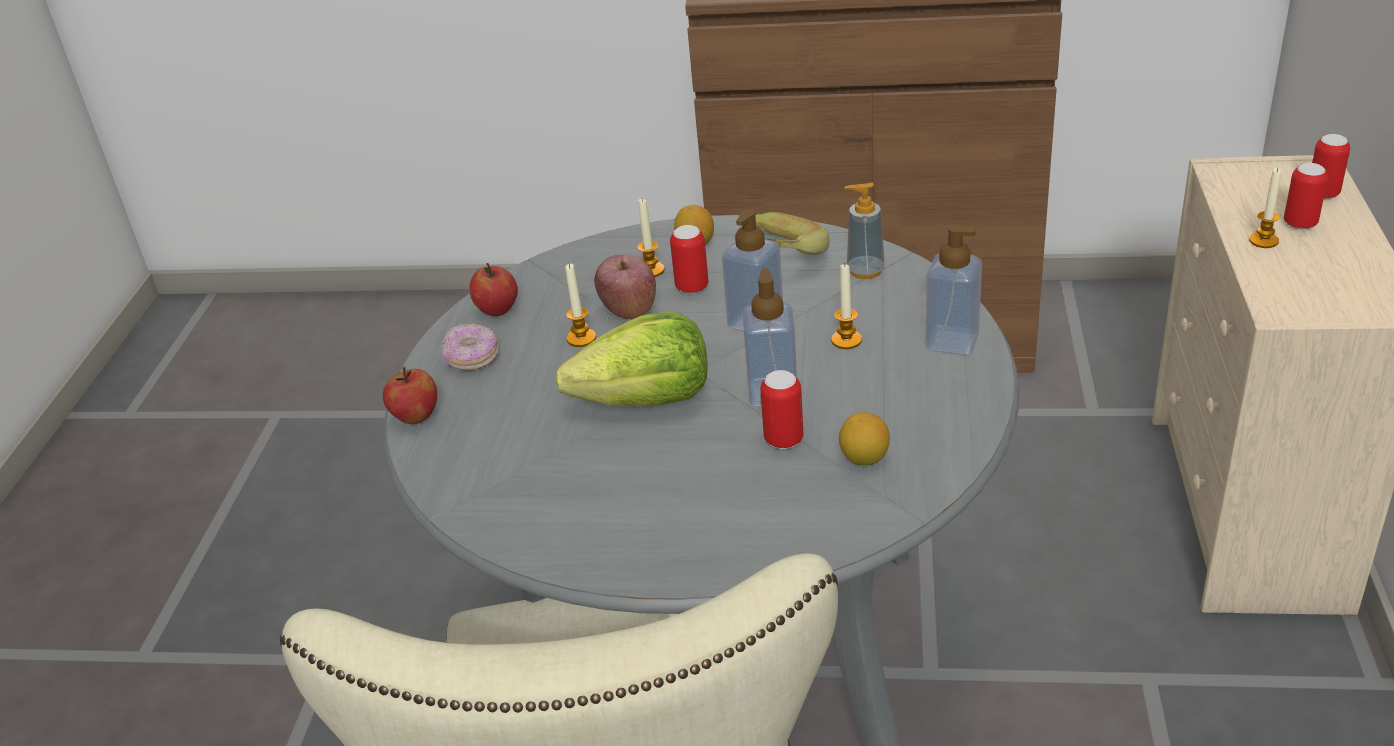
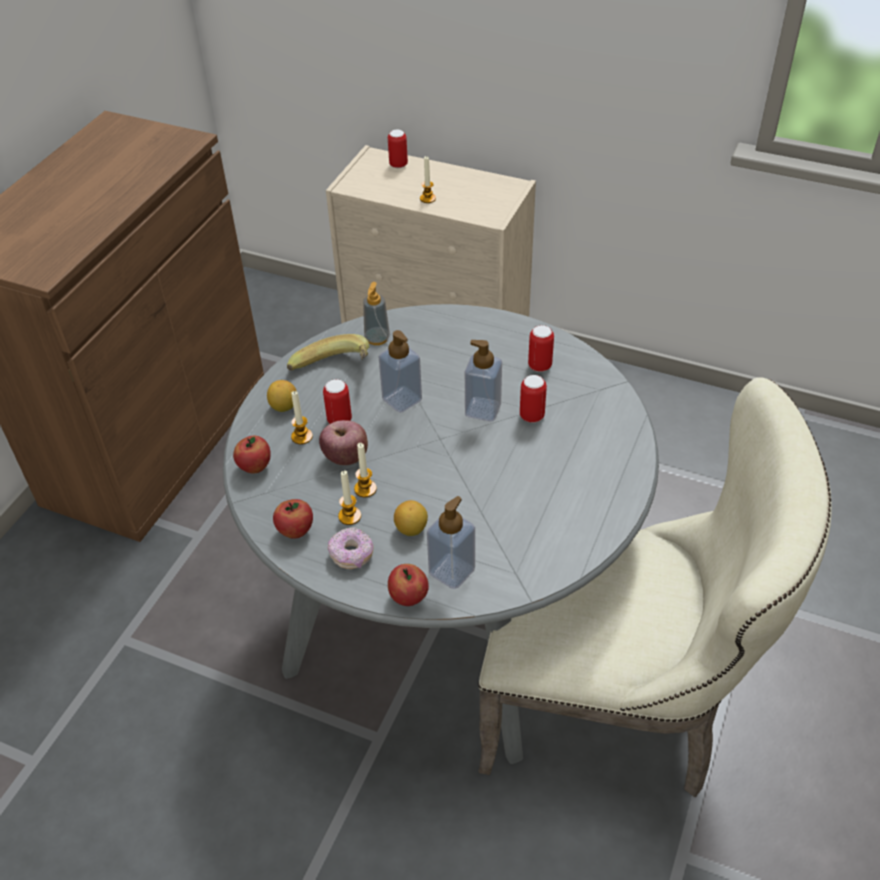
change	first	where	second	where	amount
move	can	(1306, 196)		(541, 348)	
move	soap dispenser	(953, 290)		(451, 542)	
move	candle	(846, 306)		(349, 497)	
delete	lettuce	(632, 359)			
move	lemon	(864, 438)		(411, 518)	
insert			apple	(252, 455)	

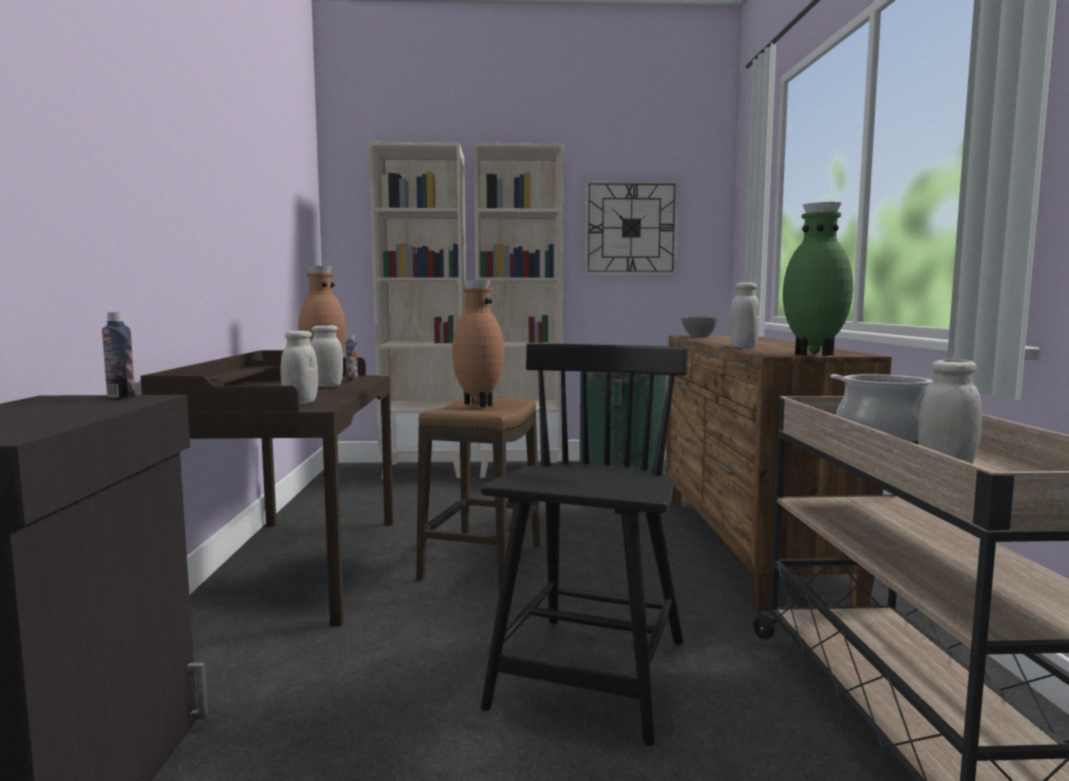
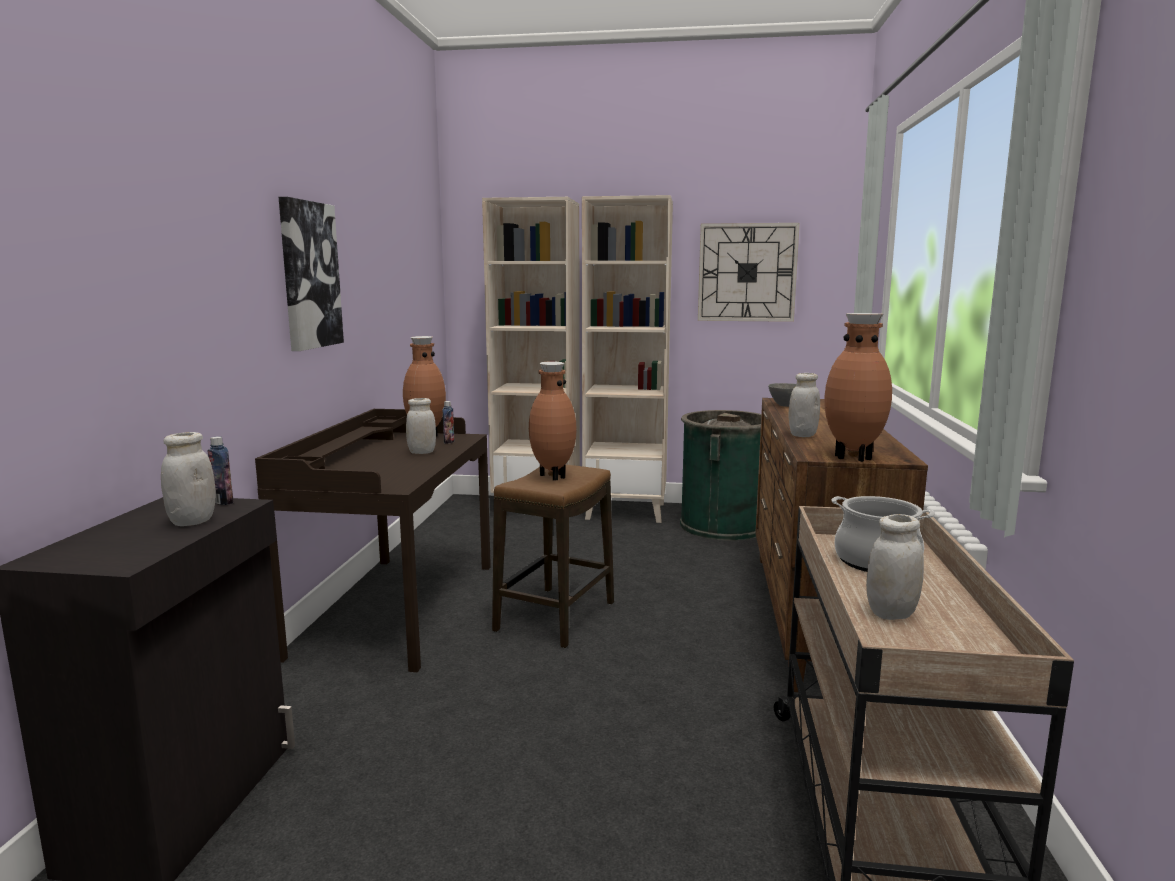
change	first	where	second	where	amount
recolor	green vase	(818, 279)	brown vase	(858, 387)	
move	white jar	(299, 367)		(188, 479)	
delete	black chair	(584, 544)			
insert			picture	(311, 274)	

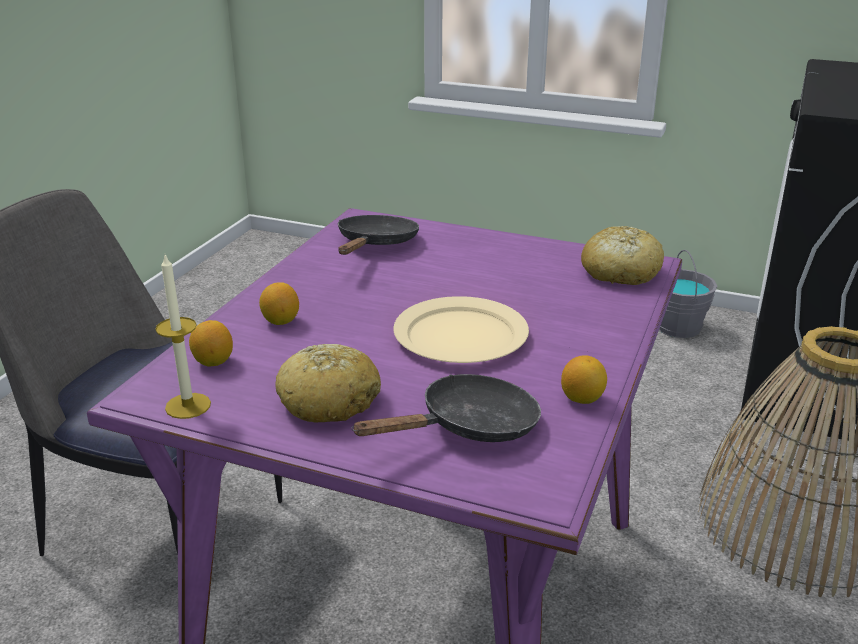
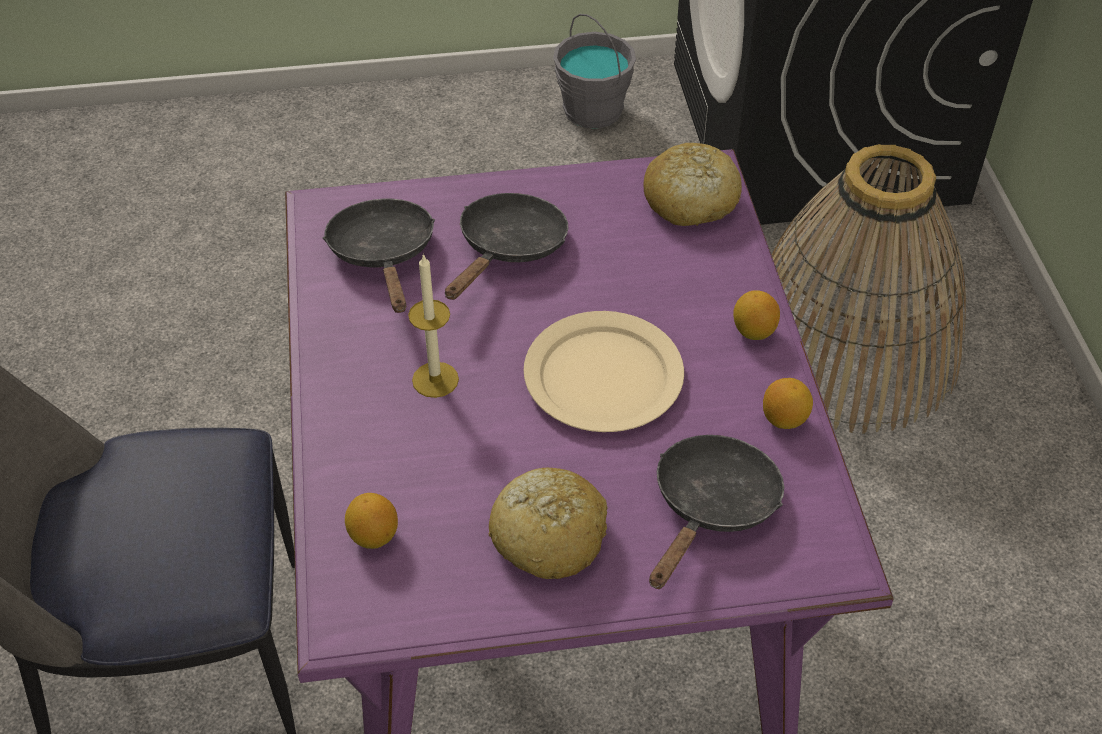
change	first	where	second	where	amount
move	candle	(183, 337)		(433, 325)	
move	lemon	(279, 303)		(756, 315)	
insert			black frying pan	(506, 246)	

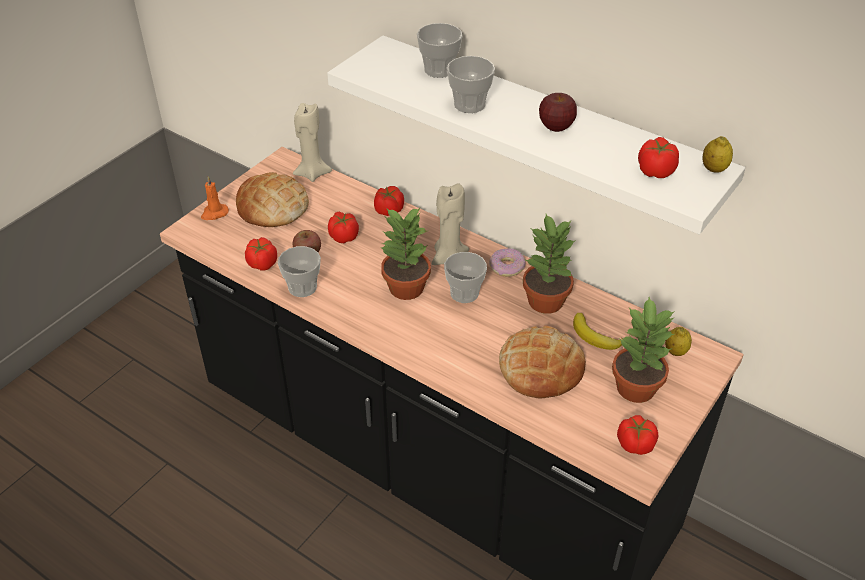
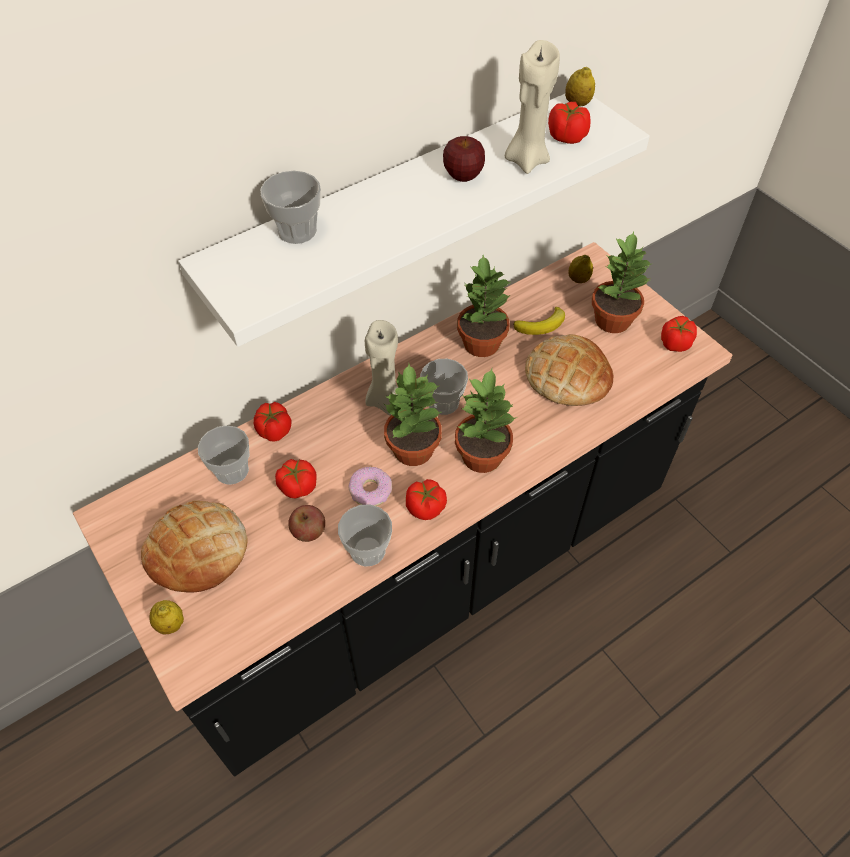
change	first	where	second	where	amount
move	cup	(471, 84)		(224, 455)	
move	beige candle	(312, 142)		(532, 107)	
replace	orange candle	(215, 198)	lemon	(167, 617)	
move	tomato	(261, 254)		(426, 499)	
move	donut	(507, 262)		(371, 486)	
insert			potted plant	(486, 421)	

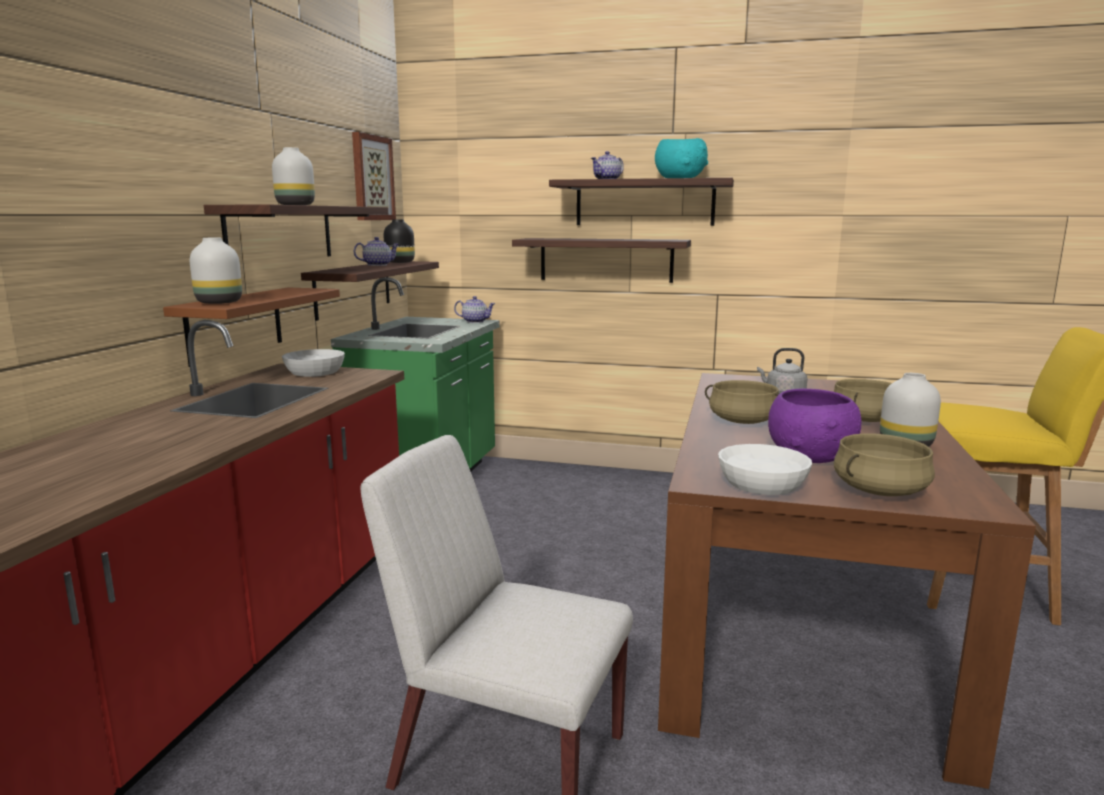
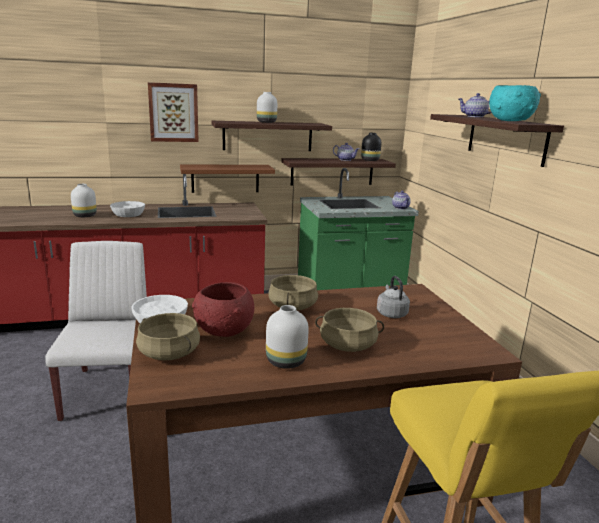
change	first	where	second	where	amount
move	picture	(374, 176)		(173, 112)	
move	white vase	(216, 271)		(84, 200)	
delete	shelf	(601, 260)			
move	white bowl	(313, 363)		(127, 209)	
recolor	purple bowl	(815, 426)	red bowl	(223, 309)	

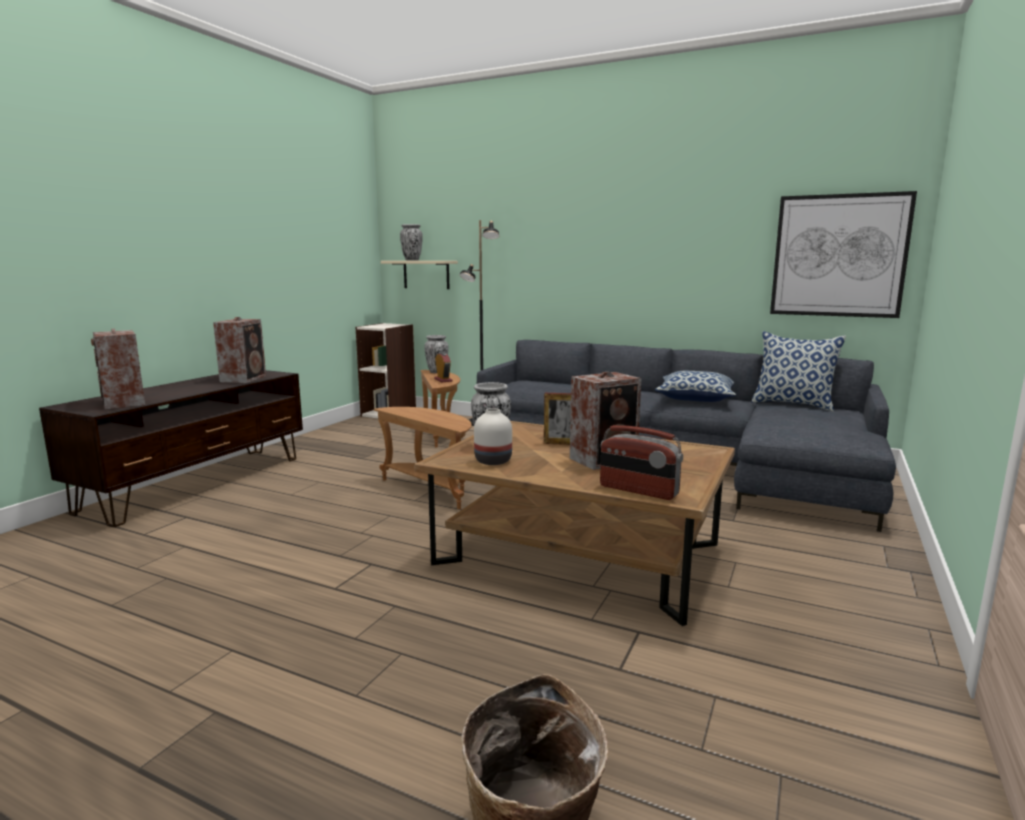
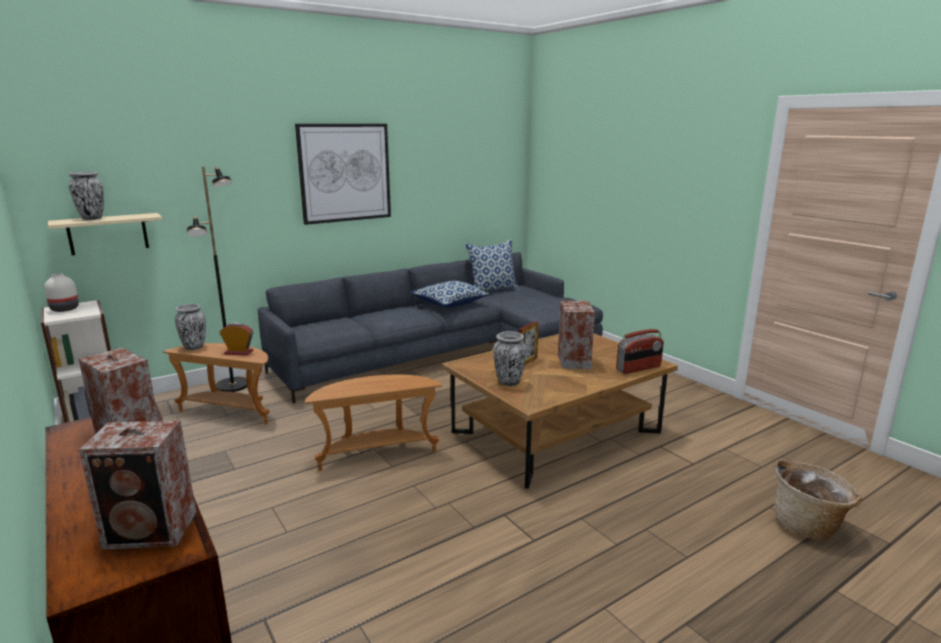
change	first	where	second	where	amount
move	picture	(843, 254)		(343, 174)	
move	white vase	(493, 436)		(61, 292)	

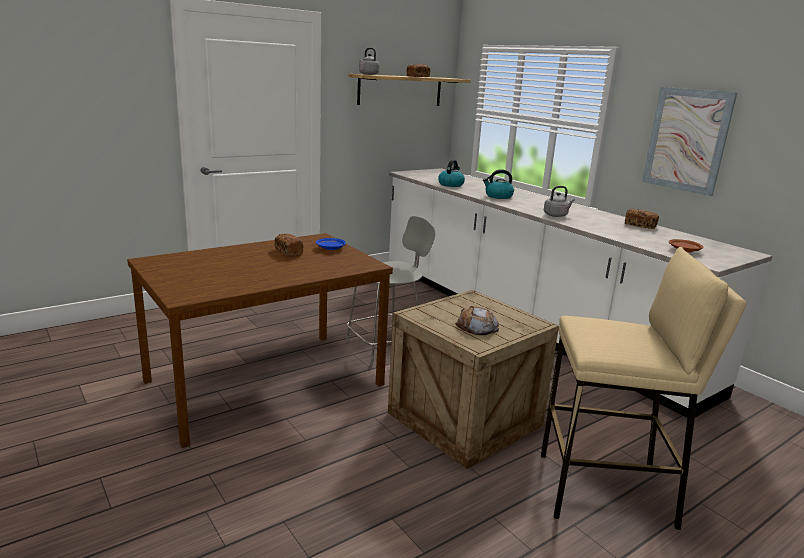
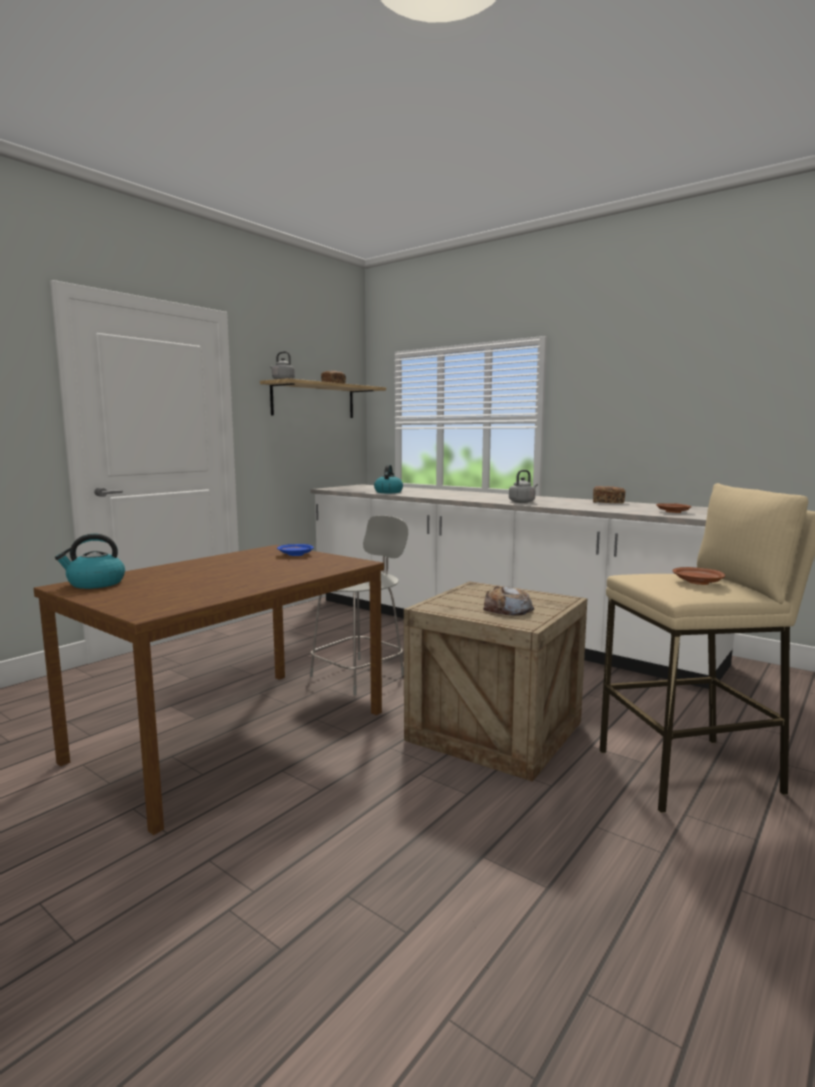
change	first	where	second	where	amount
delete	picture	(690, 141)			
move	kettle	(498, 184)		(90, 561)	
delete	bread	(289, 245)			
insert			brown plate	(698, 576)	

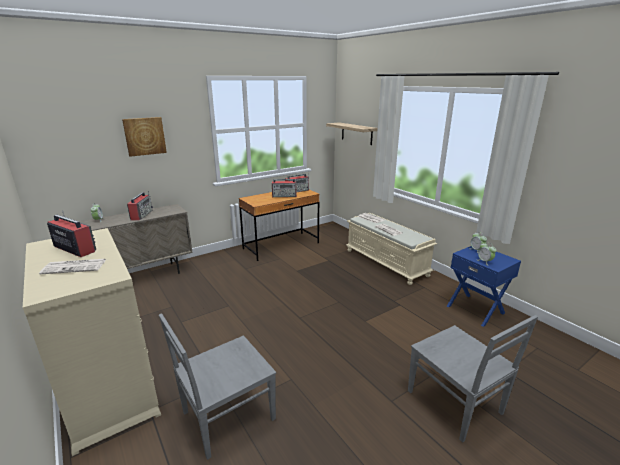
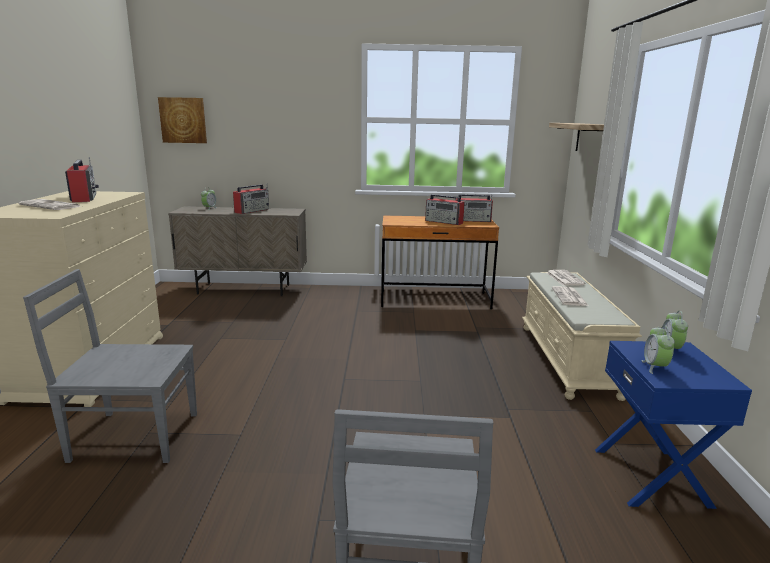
change	first	where	second	where	amount
move	picture	(144, 137)		(182, 120)	

